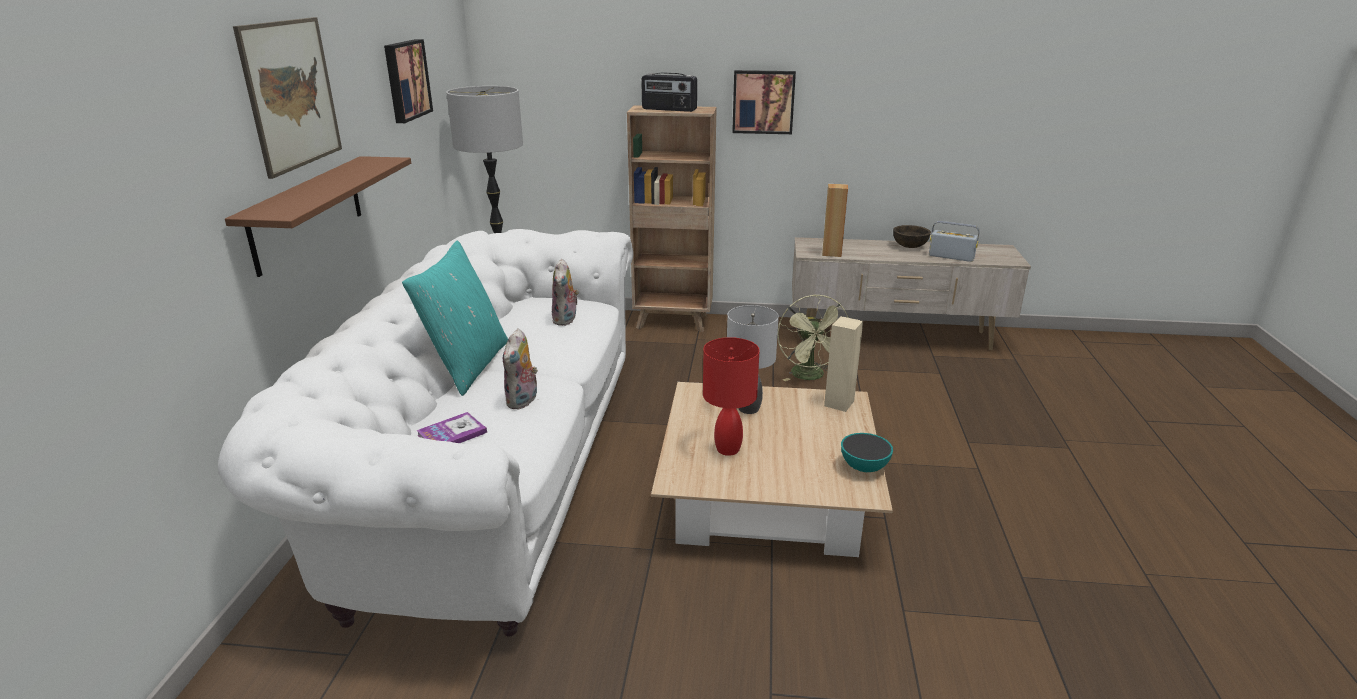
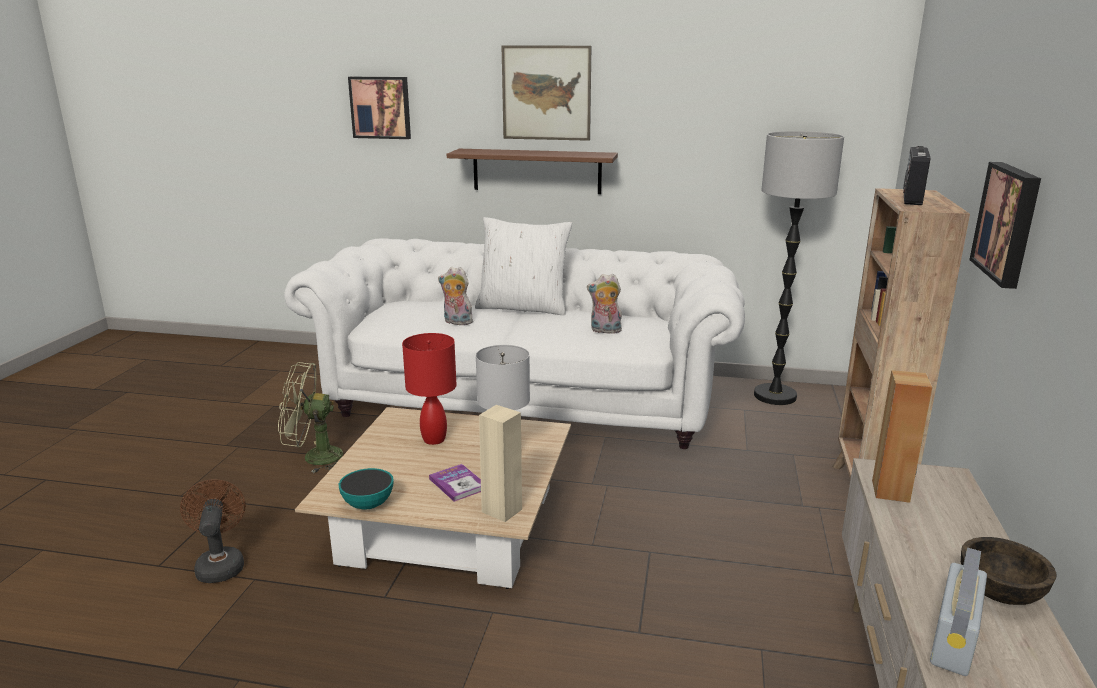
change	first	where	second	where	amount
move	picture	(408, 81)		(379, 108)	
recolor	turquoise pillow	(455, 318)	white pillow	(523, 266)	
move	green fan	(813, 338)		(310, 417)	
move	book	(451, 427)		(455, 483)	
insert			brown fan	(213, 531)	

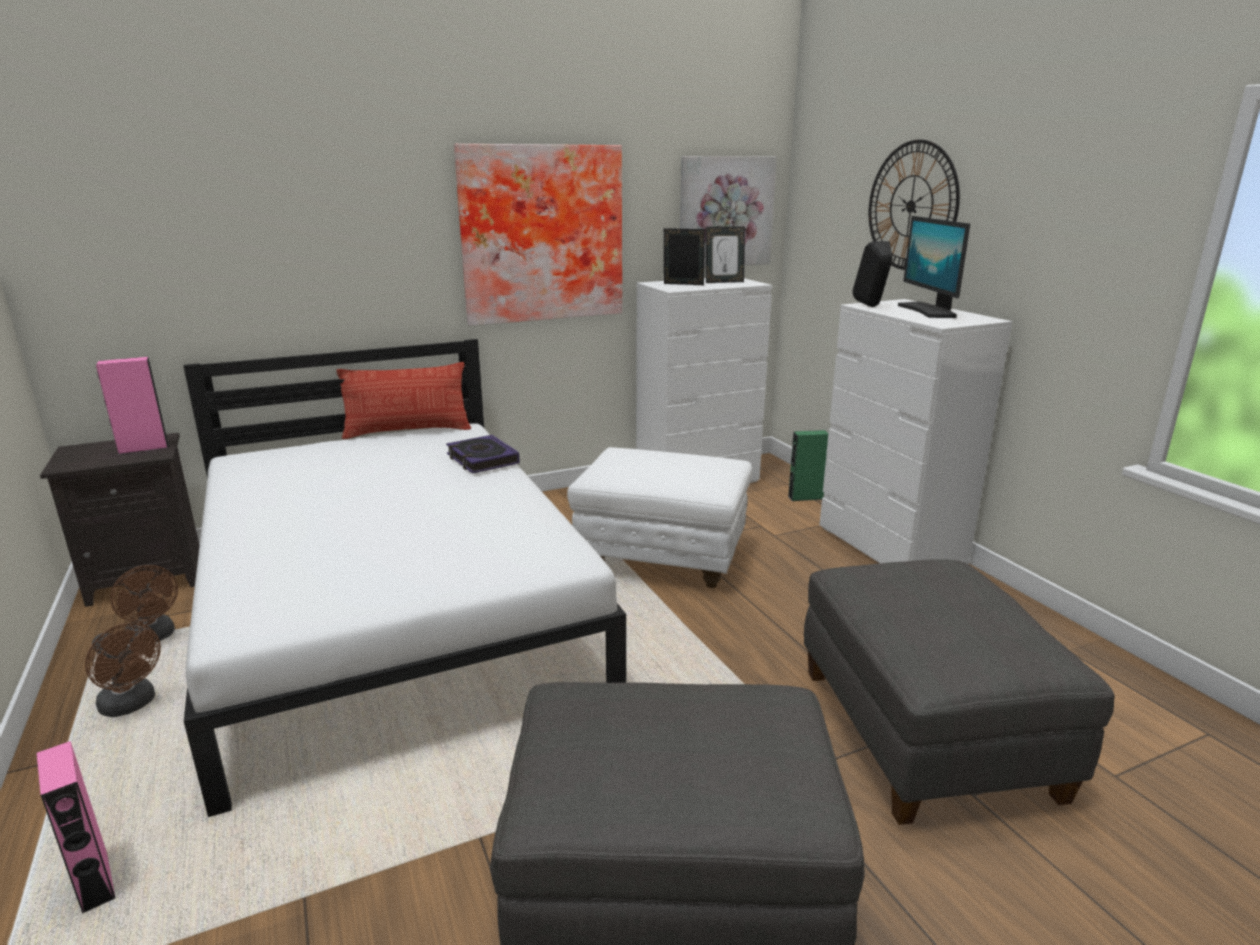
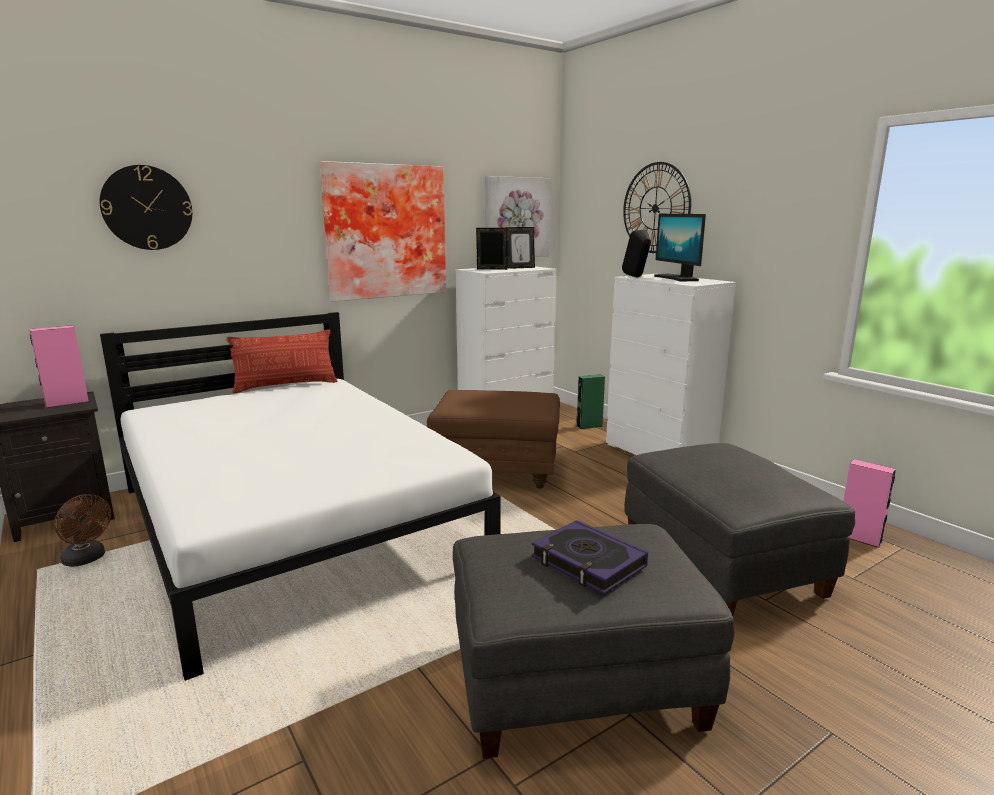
change	first	where	second	where	amount
move	book	(483, 454)		(590, 557)	
recolor	white ottoman	(659, 517)	brown ottoman	(493, 439)	
delete	brown fan	(123, 670)			
move	pink speaker	(75, 827)		(869, 503)	
insert			wall clock	(146, 207)	

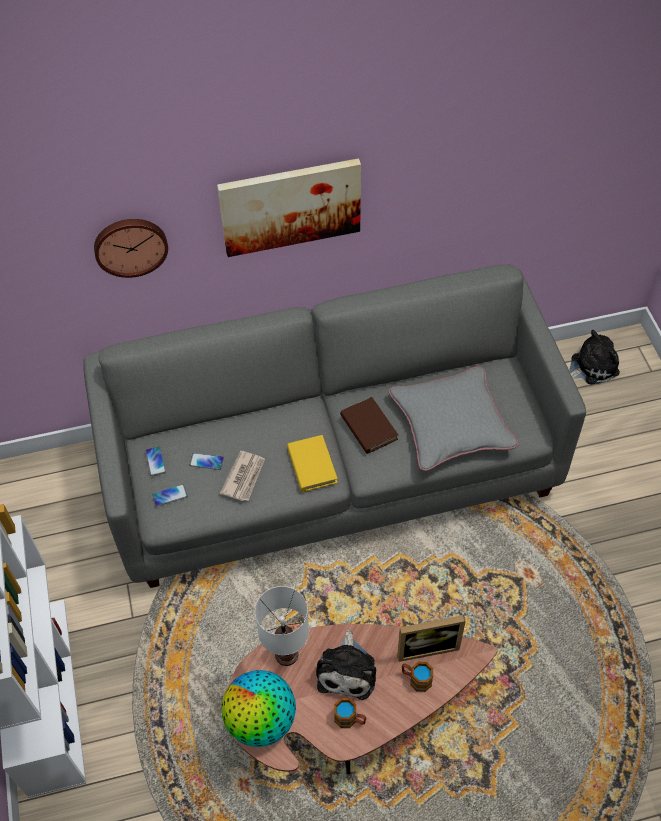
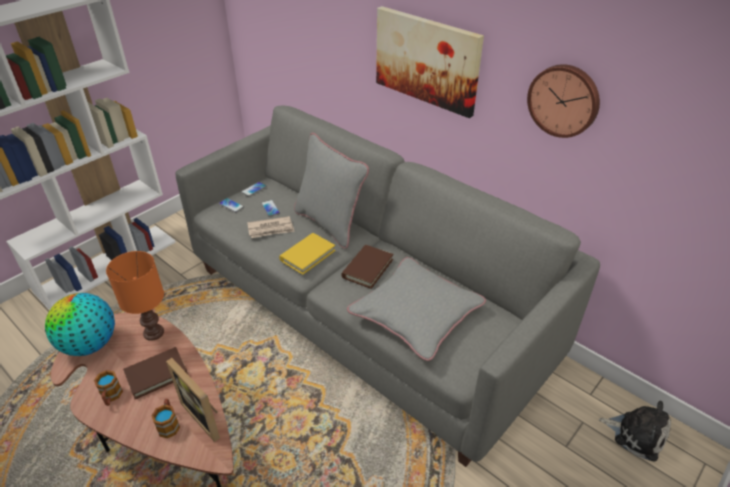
change	first	where	second	where	amount
move	wall clock	(131, 248)		(563, 101)	
recolor	white table lamp	(282, 626)	orange table lamp	(135, 296)	
replace	plush toy	(346, 665)	brown book	(155, 373)	
insert			grey pillow	(331, 191)	

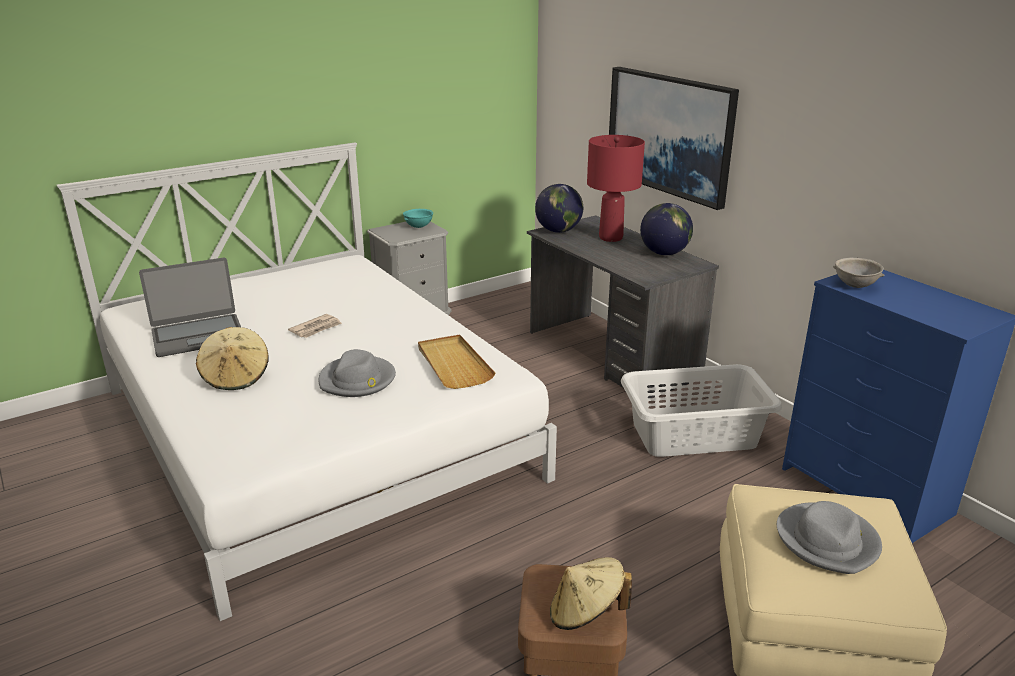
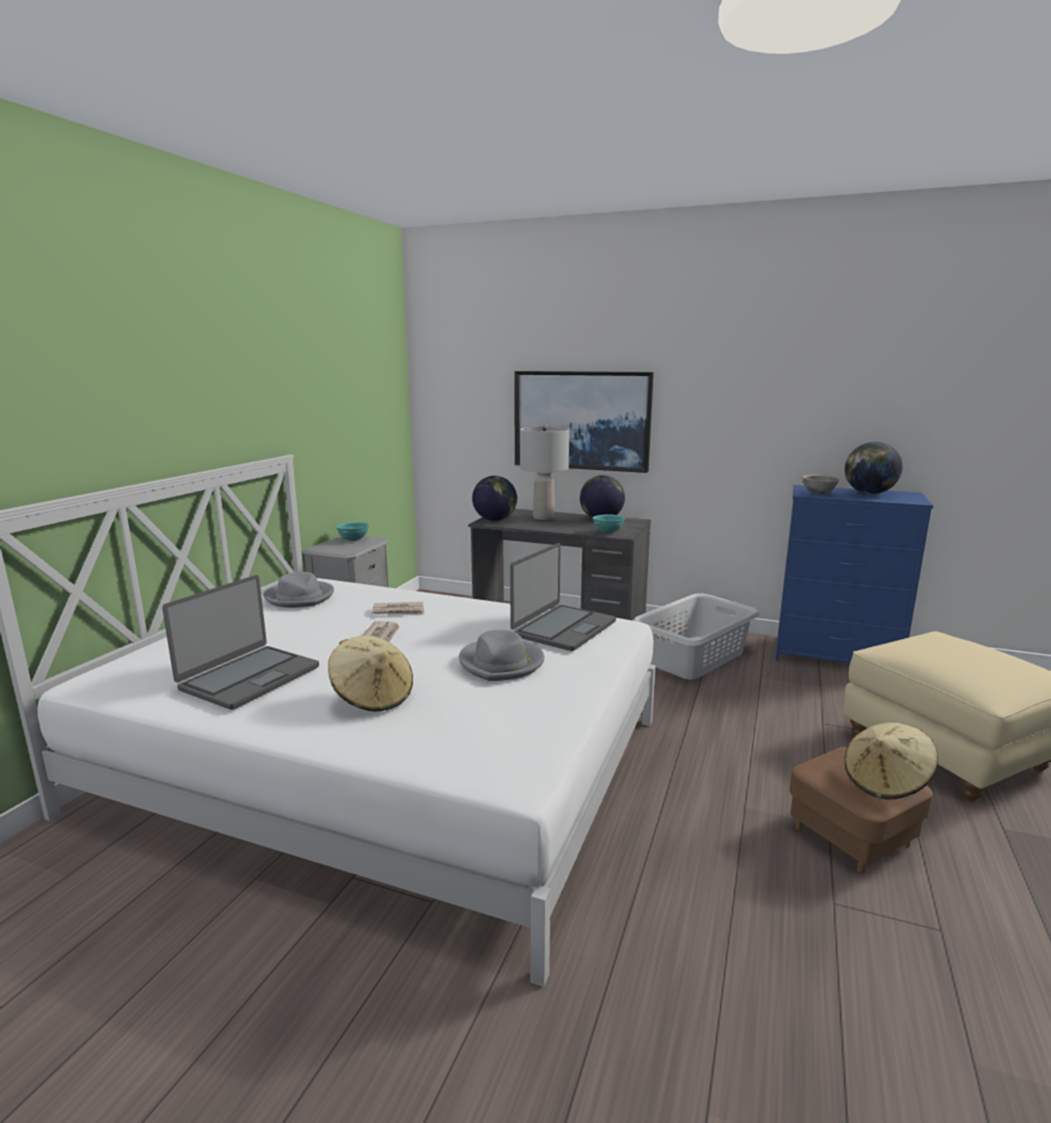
change	first	where	second	where	amount
recolor	red table lamp	(616, 188)	grey table lamp	(544, 472)	
replace	beige tray	(457, 362)	laptop	(563, 597)	
move	grey hat	(829, 537)		(298, 590)	
insert			globe	(874, 468)	
insert			turquoise bowl	(609, 523)	
insert			newspaper	(398, 608)	

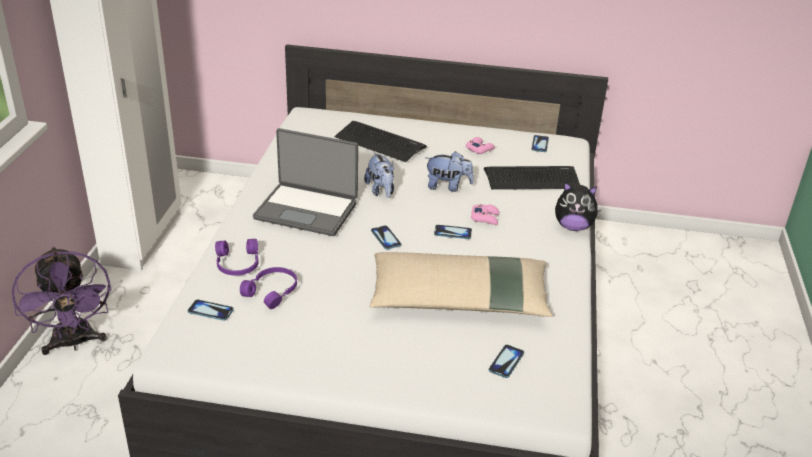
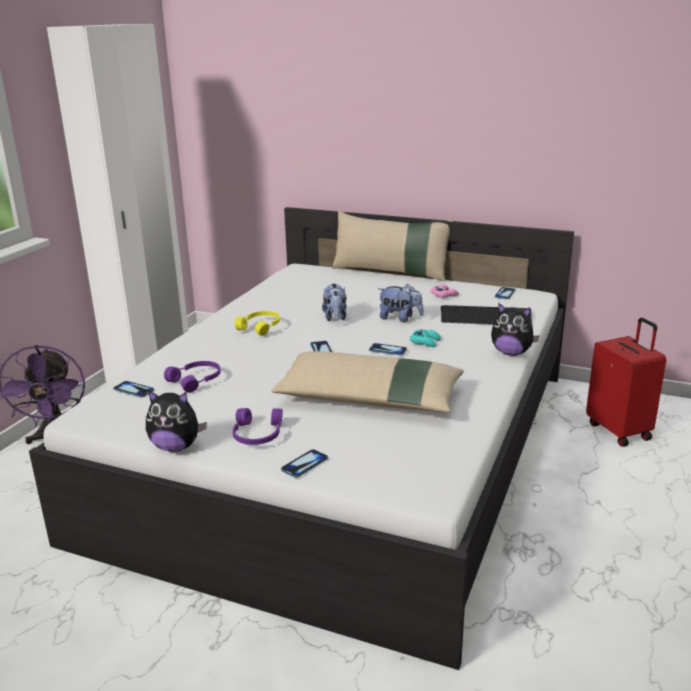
change	first	where	second	where	amount
delete	keyboard	(380, 141)			
replace	laptop	(305, 182)	yellow headphones	(257, 323)	
recolor	pink game controller	(485, 214)	turquoise game controller	(425, 338)	
move	purple headphones	(237, 257)		(258, 426)	
move	phone	(506, 361)		(304, 463)	
insert			beige pillow	(393, 246)	
insert			red suitcase	(626, 382)	
insert			plush toy	(176, 421)	

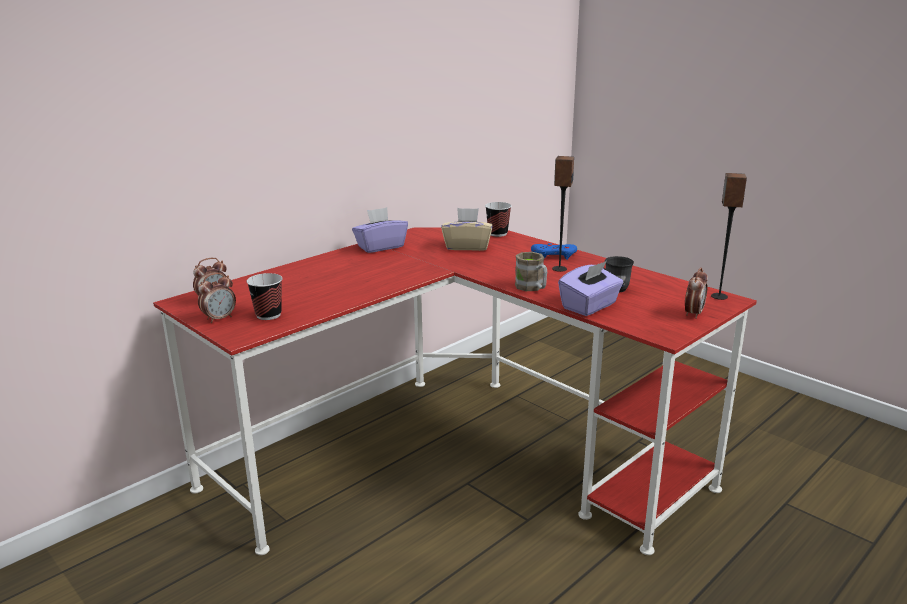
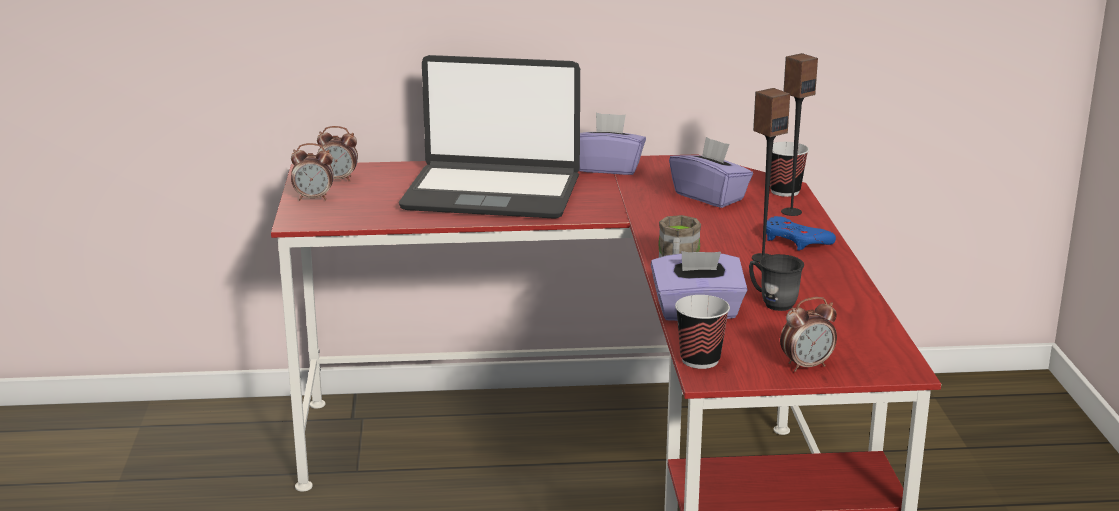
change	first	where	second	where	amount
move	speaker	(729, 236)		(799, 134)	
recolor	beige tissue box	(466, 229)	purple tissue box	(711, 172)	
move	cup	(265, 296)		(702, 332)	
insert			laptop	(489, 137)	

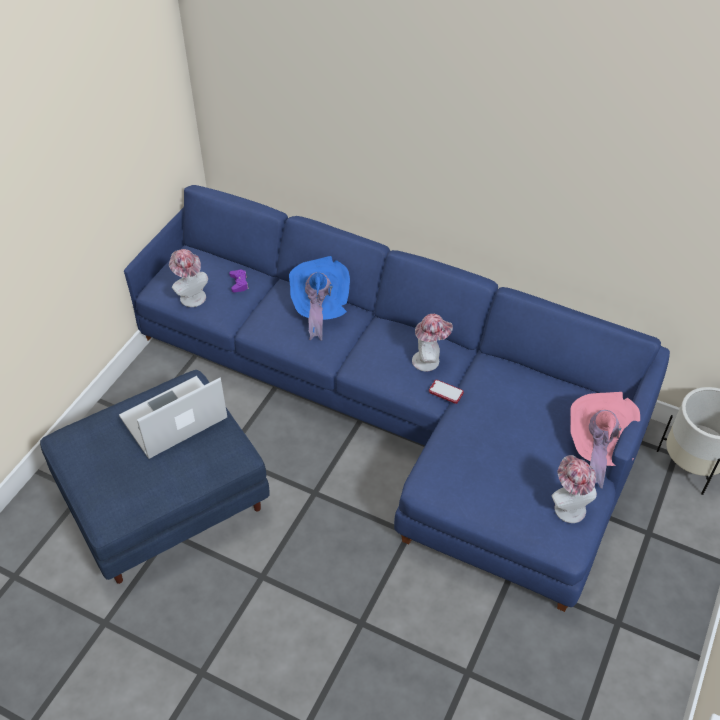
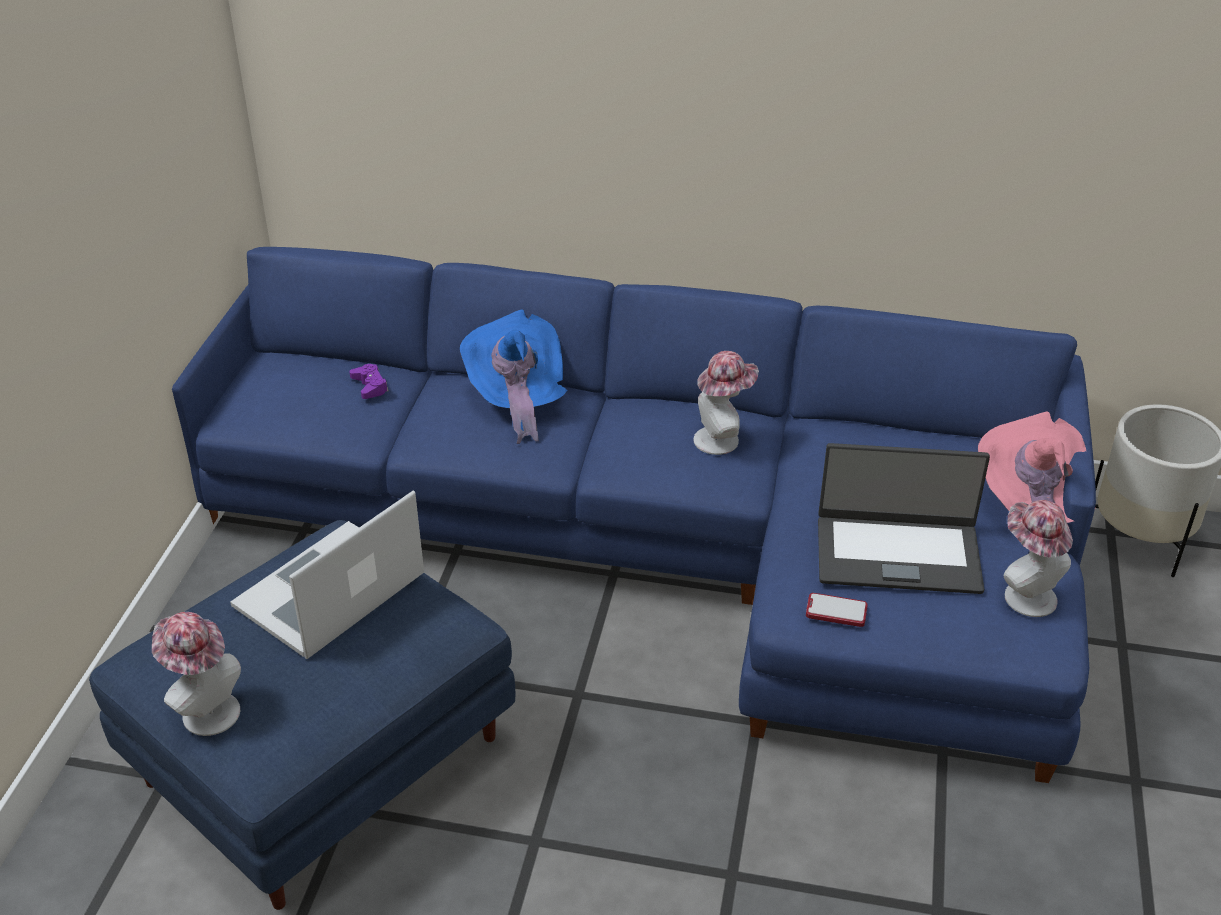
change	first	where	second	where	amount
move	hat	(188, 278)		(196, 674)	
move	phone	(446, 392)		(837, 610)	
insert			laptop	(904, 518)	

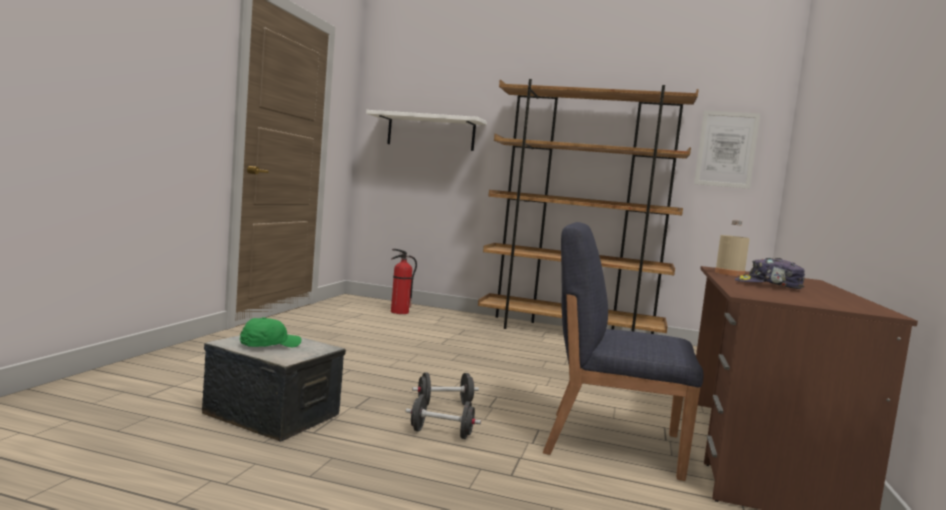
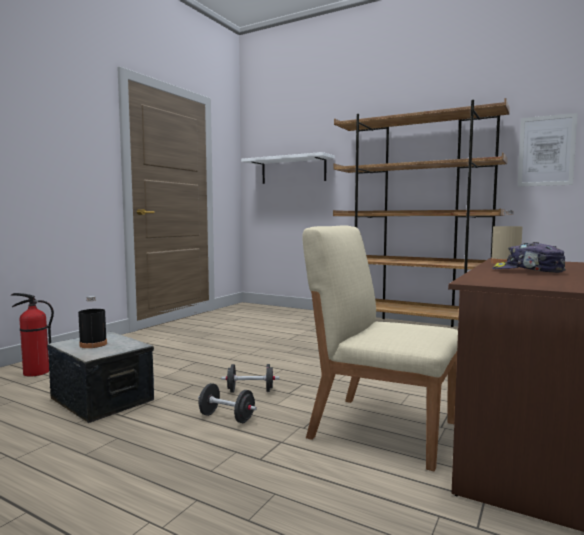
change	first	where	second	where	amount
recolor	blue chair	(623, 351)	beige chair	(380, 348)	
move	fire extinguisher	(404, 281)		(32, 335)	
replace	green cap	(271, 332)	black bottle	(92, 322)	

